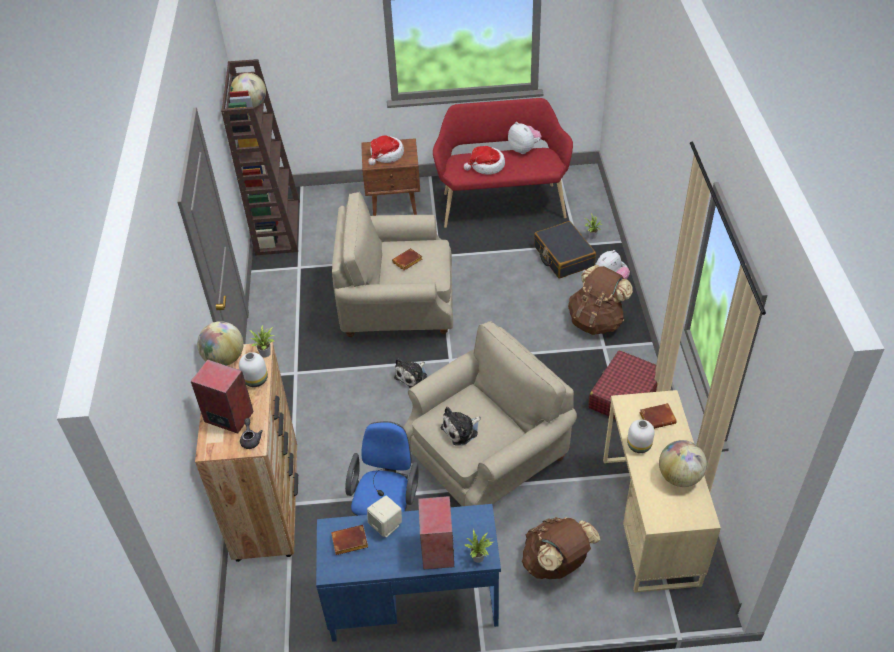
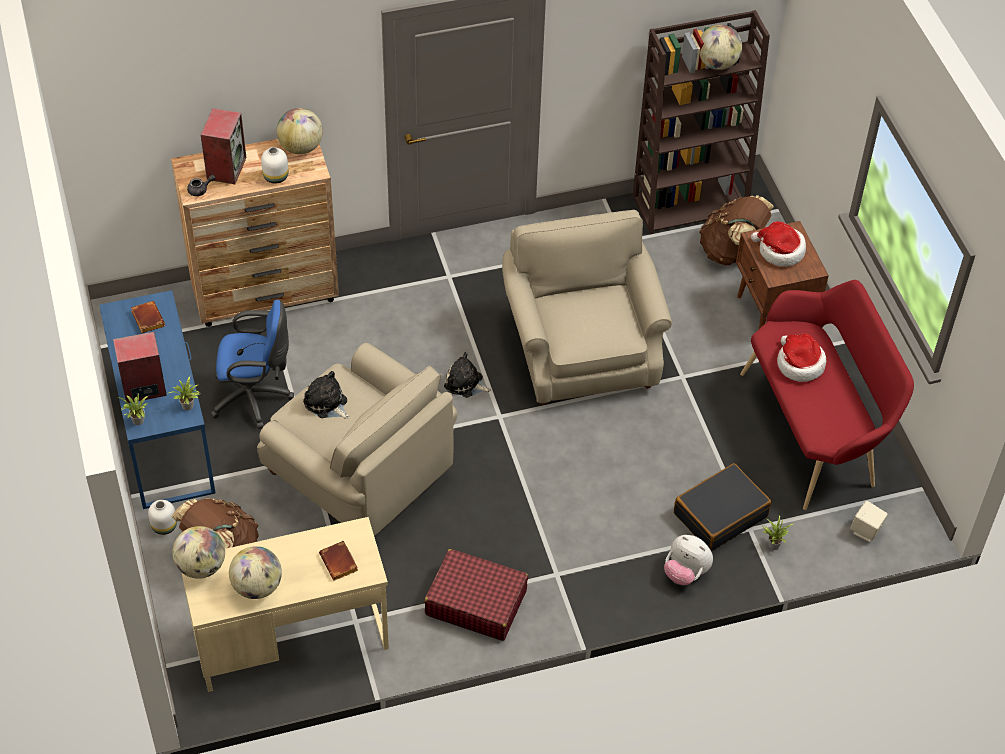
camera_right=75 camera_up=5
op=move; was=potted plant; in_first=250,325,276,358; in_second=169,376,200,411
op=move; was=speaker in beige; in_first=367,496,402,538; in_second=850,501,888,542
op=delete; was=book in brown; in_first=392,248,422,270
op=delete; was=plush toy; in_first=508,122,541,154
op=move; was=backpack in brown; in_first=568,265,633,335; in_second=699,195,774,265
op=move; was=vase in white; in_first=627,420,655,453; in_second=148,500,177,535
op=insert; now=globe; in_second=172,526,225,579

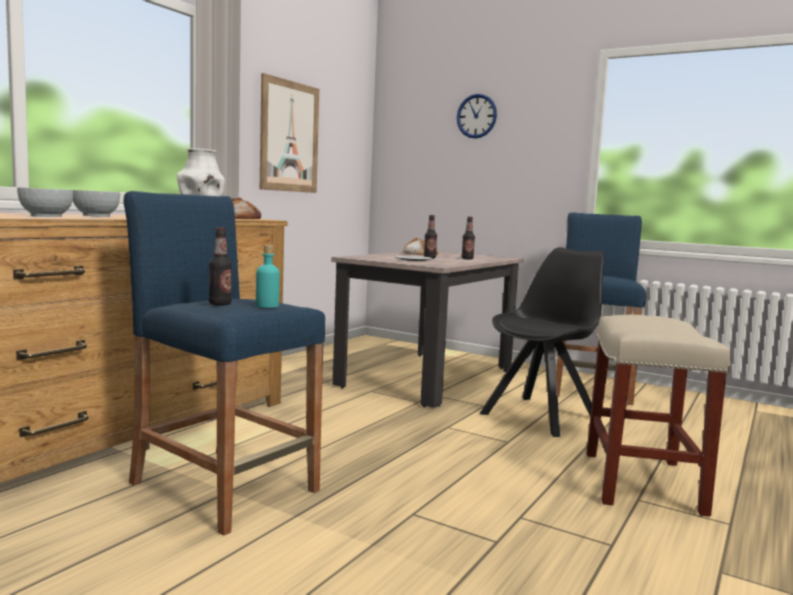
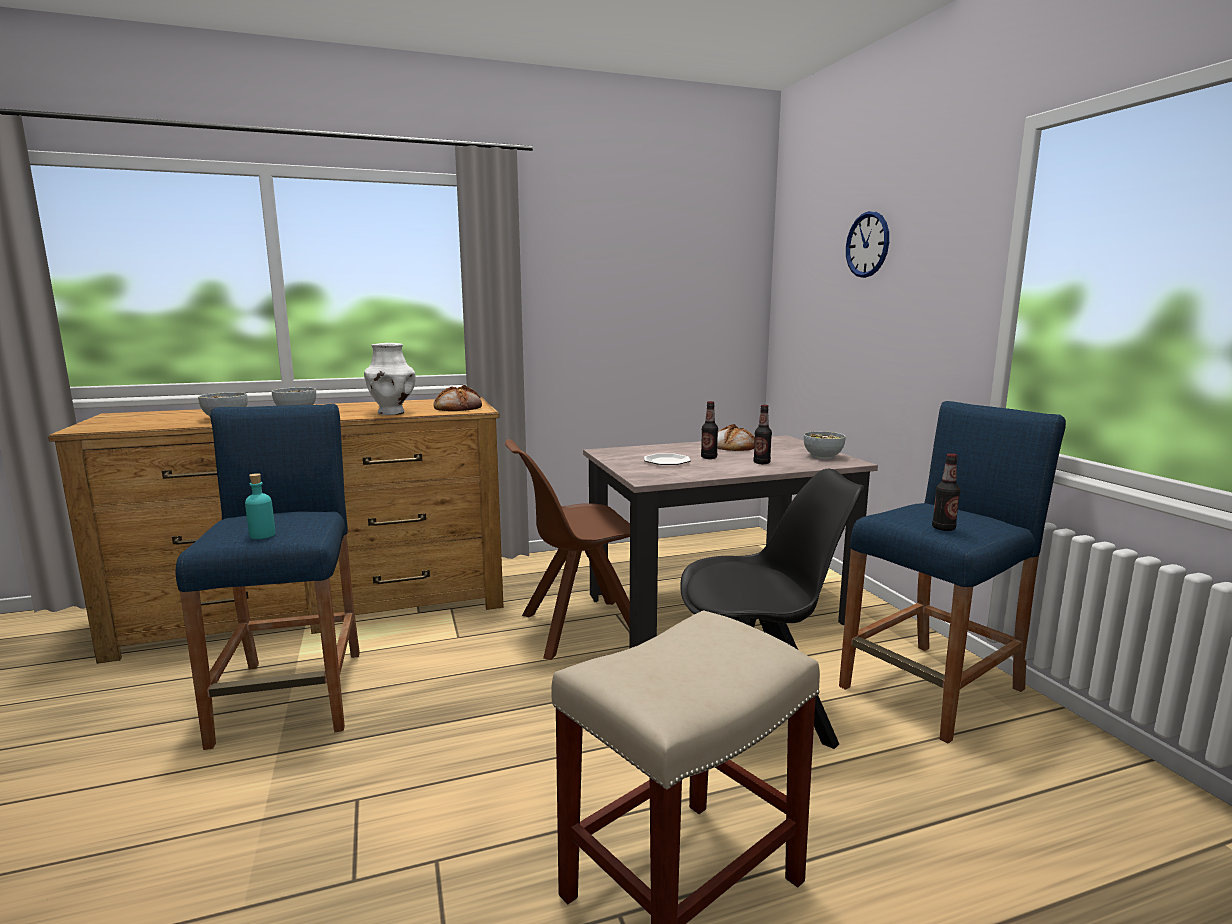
camera_right=40 camera_up=5
op=move; was=bottle; in_first=209,228,232,306; in_second=932,453,960,531
op=delete; was=picture; in_first=260,73,319,193
op=insert; now=chair in brown; in_second=505,439,630,660
op=insert; now=bowl; in_second=804,431,846,459

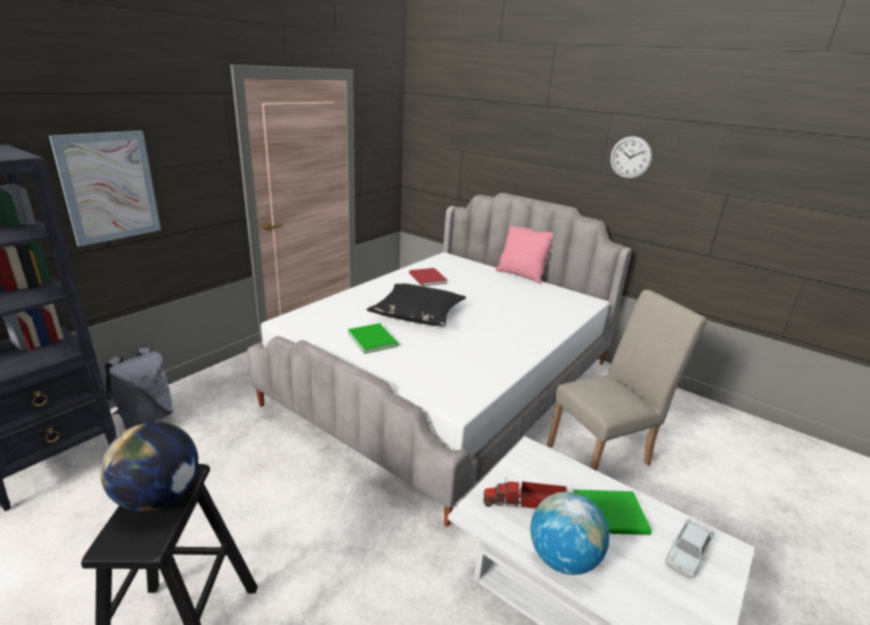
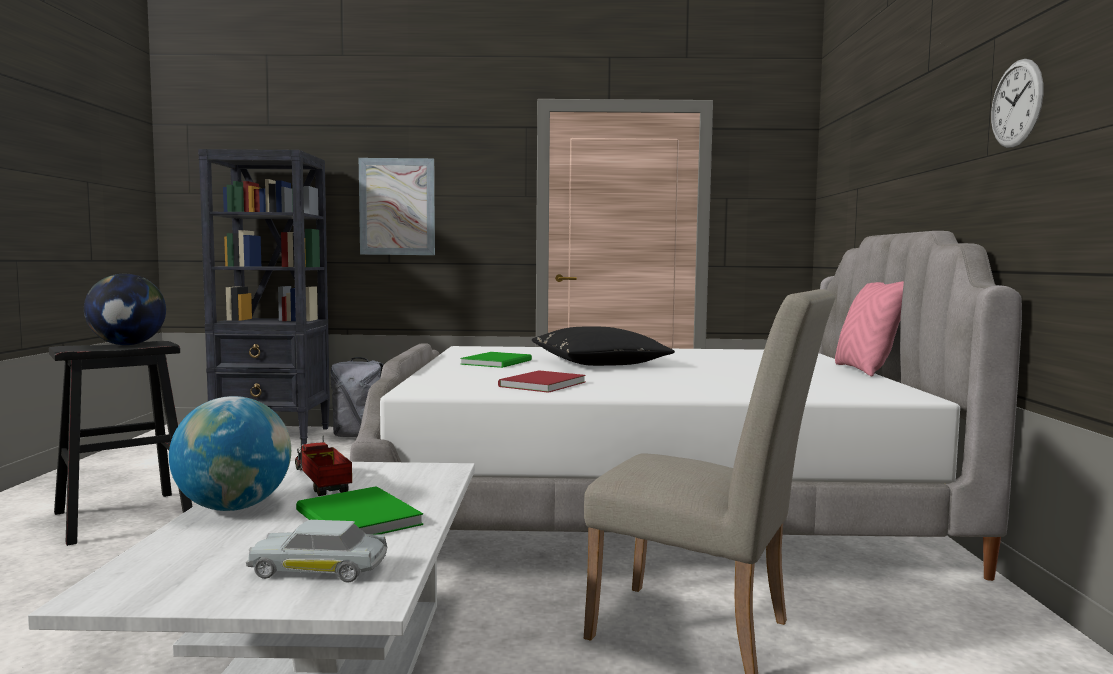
camera_right=55 camera_up=-20
op=move; was=book in red; in_first=409,268,448,286; in_second=498,370,586,393

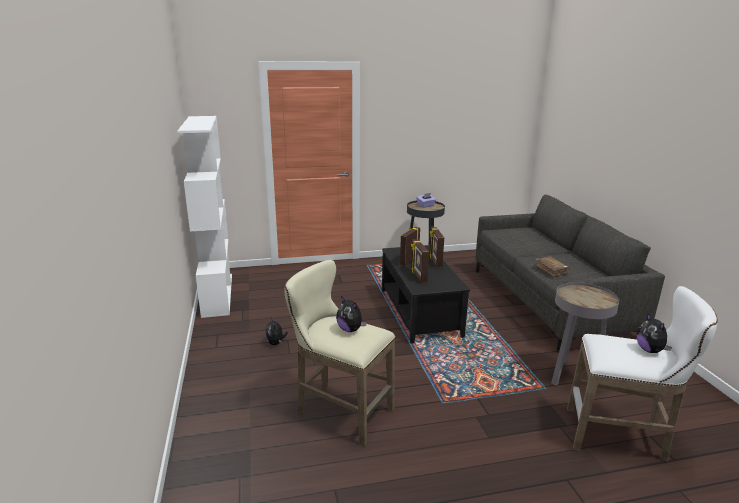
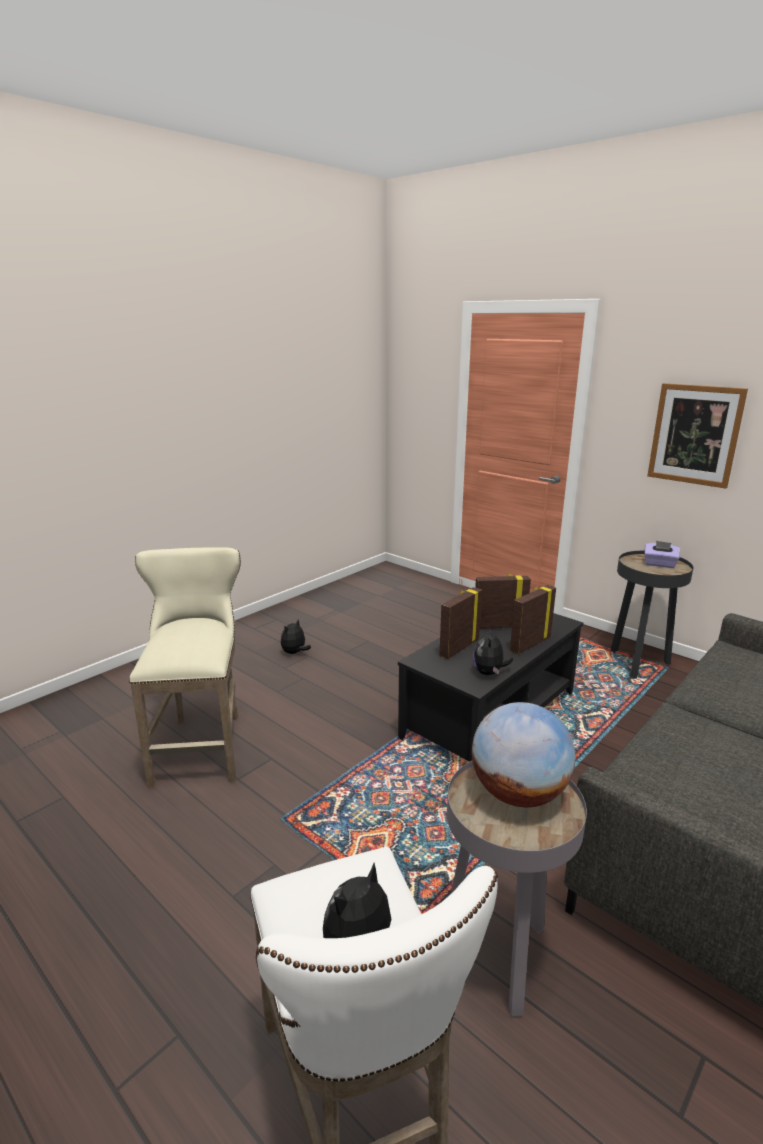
camera_right=55 camera_up=0
op=delete; was=bookcase in white; in_first=177,116,232,318
op=move; was=plush toy; in_first=336,296,367,332; in_second=473,626,513,675
op=delete; was=book in brown; in_first=535,256,570,277
op=insert; now=globe; in_second=472,702,575,807
op=insert; now=picture; in_second=647,383,748,489

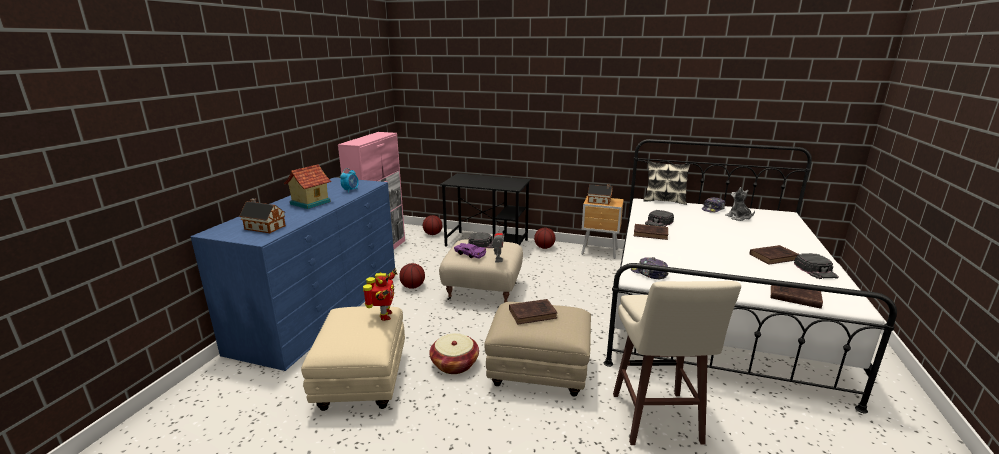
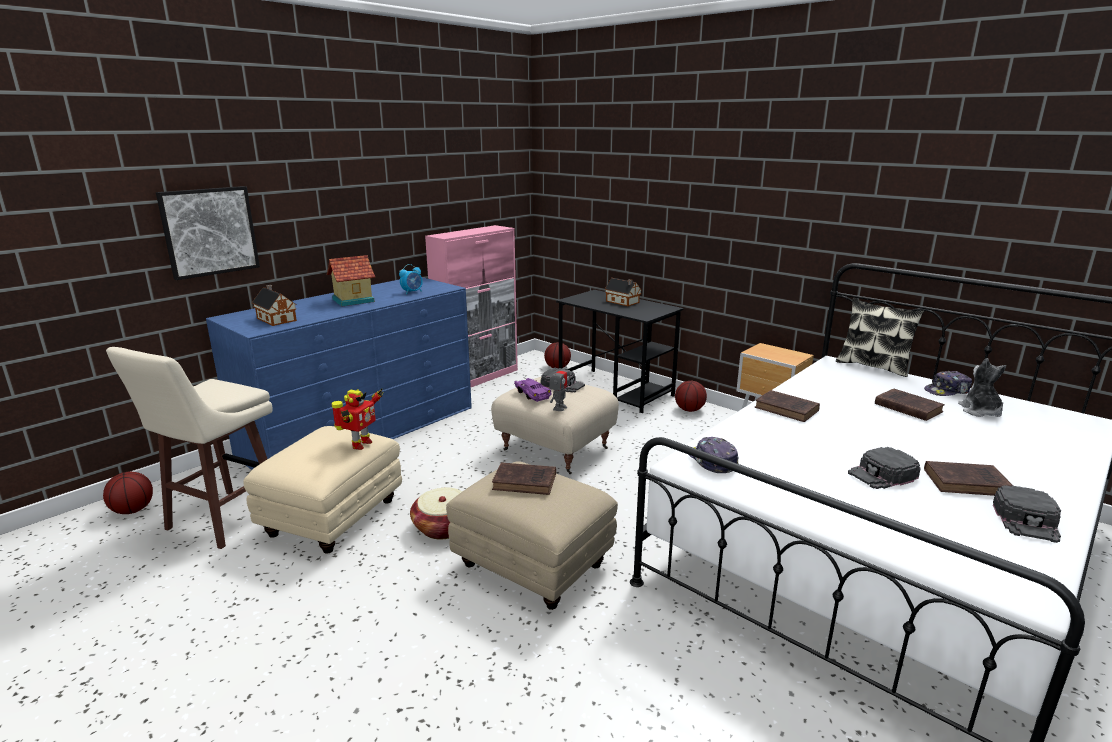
camera_right=25 camera_up=0
op=move; was=basketball; in_first=399,263,425,289; in_second=103,472,153,514
op=move; was=toy house; in_first=588,184,613,205; in_second=605,278,642,306
op=move; was=stool in beige; in_first=613,281,741,445; in_second=106,347,272,549
op=move; was=cap in black; in_first=645,210,674,227; in_second=848,447,921,489
op=move; was=book in brown; in_first=771,285,823,309; in_second=875,389,945,421
op=insert; now=picture; in_second=156,186,260,280

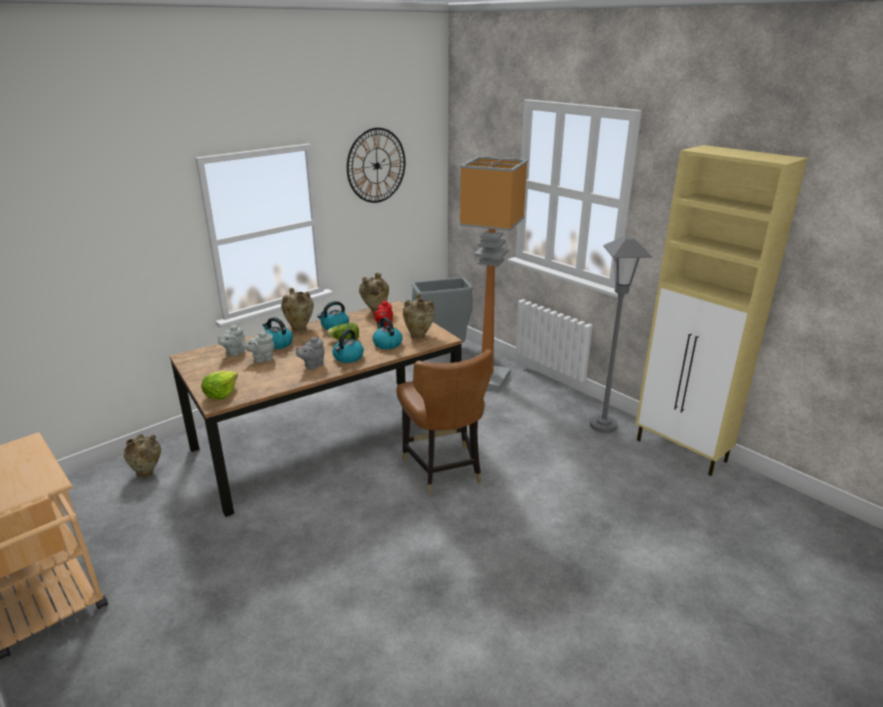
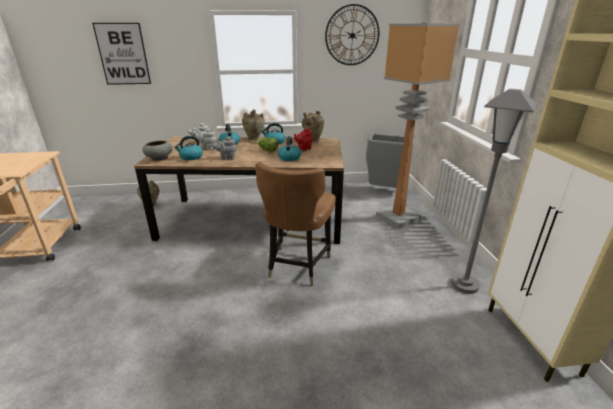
camera_right=35 camera_up=0
op=replace; was=lettuce; now=bowl in grey; in_first=201,371,238,399; in_second=143,140,172,161
op=move; was=kettle; in_first=332,329,364,363; in_second=174,136,203,160
op=delete; was=vase in beige; in_first=403,294,435,339
op=insert; now=picture; in_second=92,23,151,85

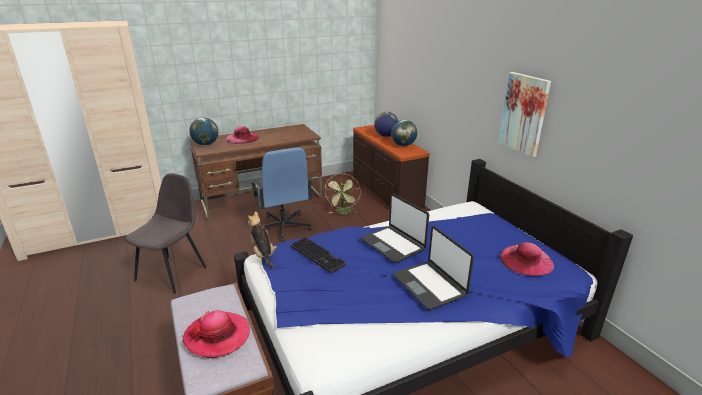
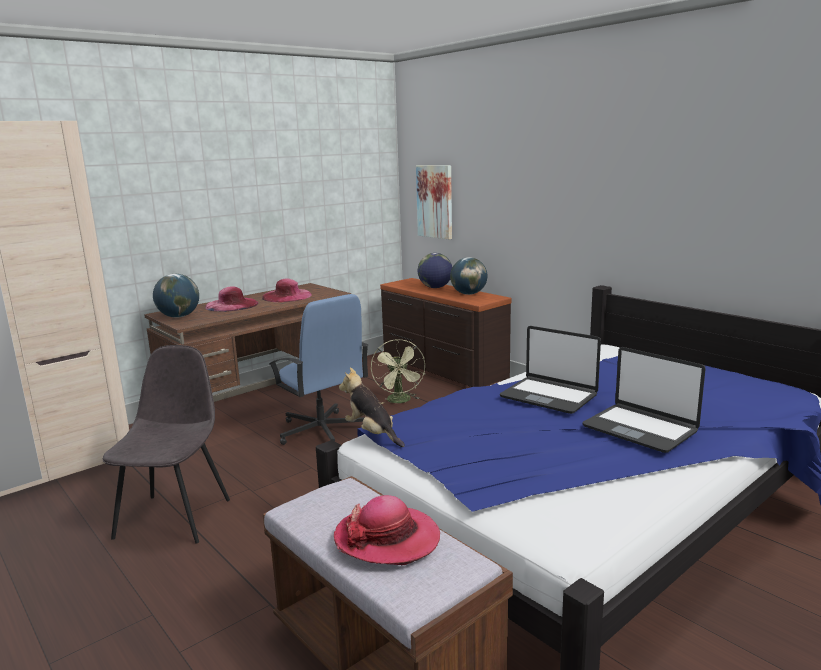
camera_right=-15 camera_up=-10
op=delete; was=keyboard; in_first=291,237,346,273
op=move; was=picture; in_first=498,72,551,157; in_second=416,165,452,239
op=move; was=hat in pink; in_first=500,242,554,276; in_second=262,279,312,302

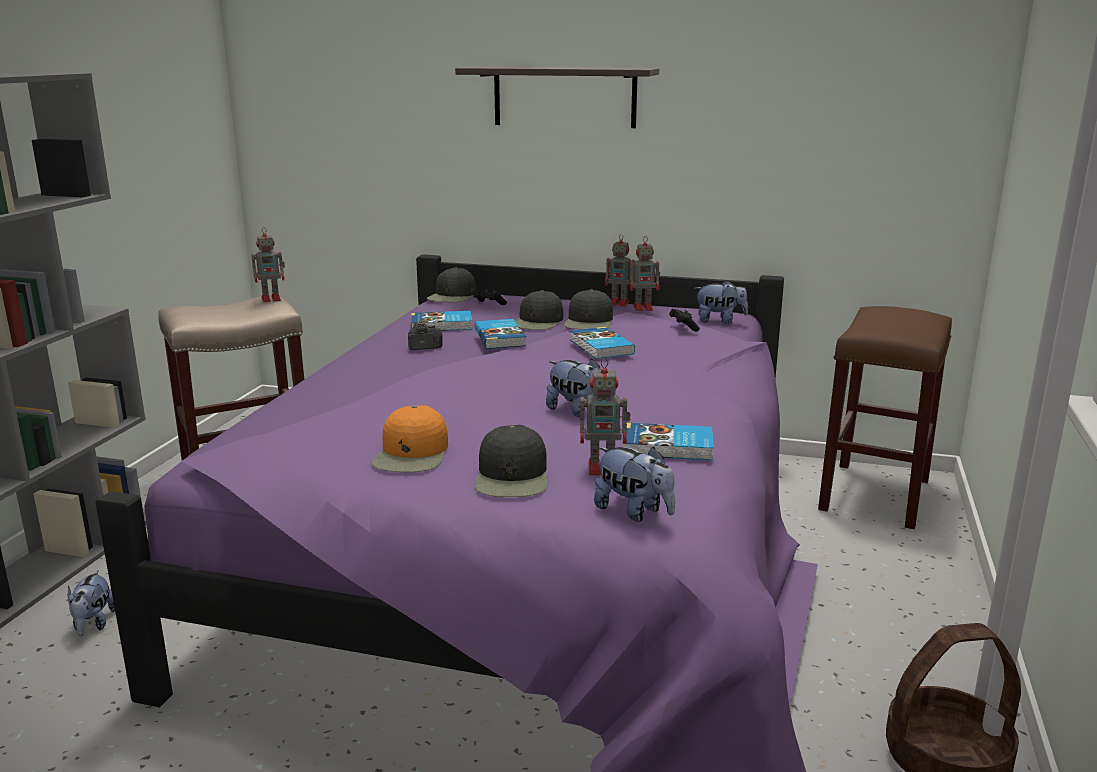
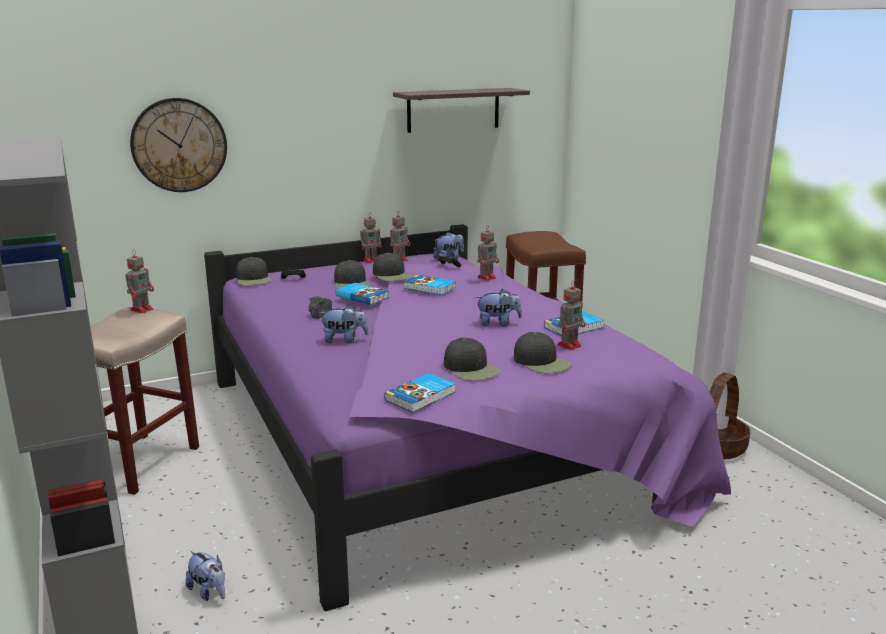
camera_right=-40 camera_up=0
op=recolor; was=cap in orange; now=cap in black; in_first=372,405,448,472; in_second=444,337,500,381
op=move; was=book; in_first=411,311,473,331; in_second=384,373,456,413
op=move; was=shelf; in_first=455,67,659,128; in_second=393,88,530,133
op=move; was=plush toy; in_first=594,447,675,522; in_second=320,305,369,343
op=insert; now=wall clock; in_second=130,98,227,192
op=insert; now=toy robot; in_second=477,225,499,281

